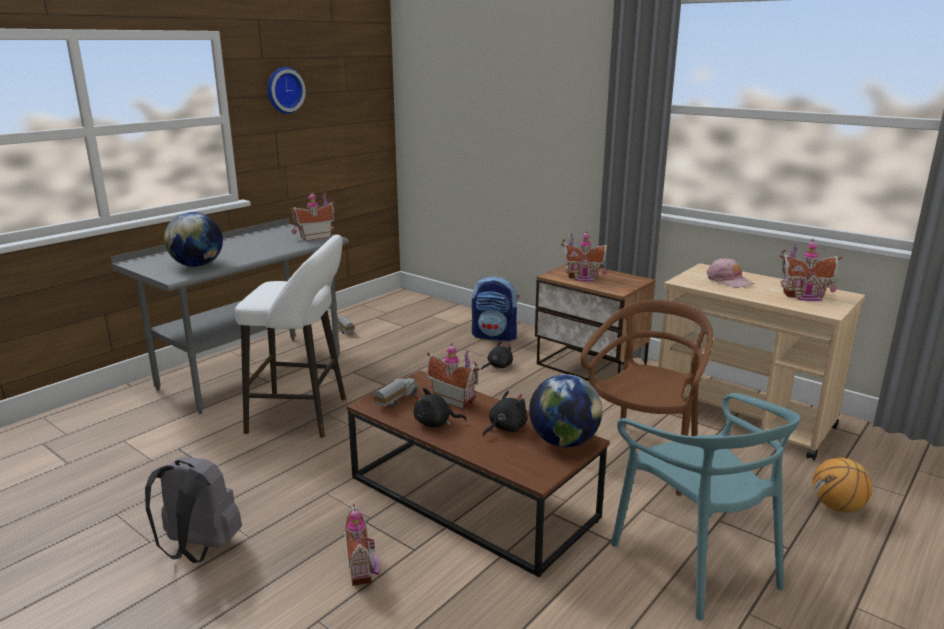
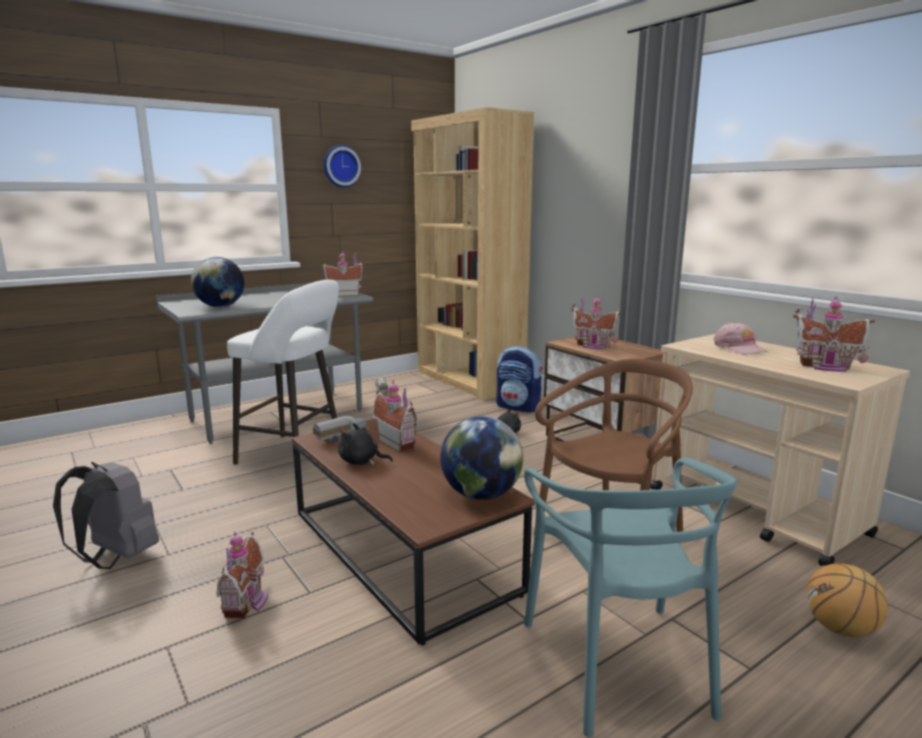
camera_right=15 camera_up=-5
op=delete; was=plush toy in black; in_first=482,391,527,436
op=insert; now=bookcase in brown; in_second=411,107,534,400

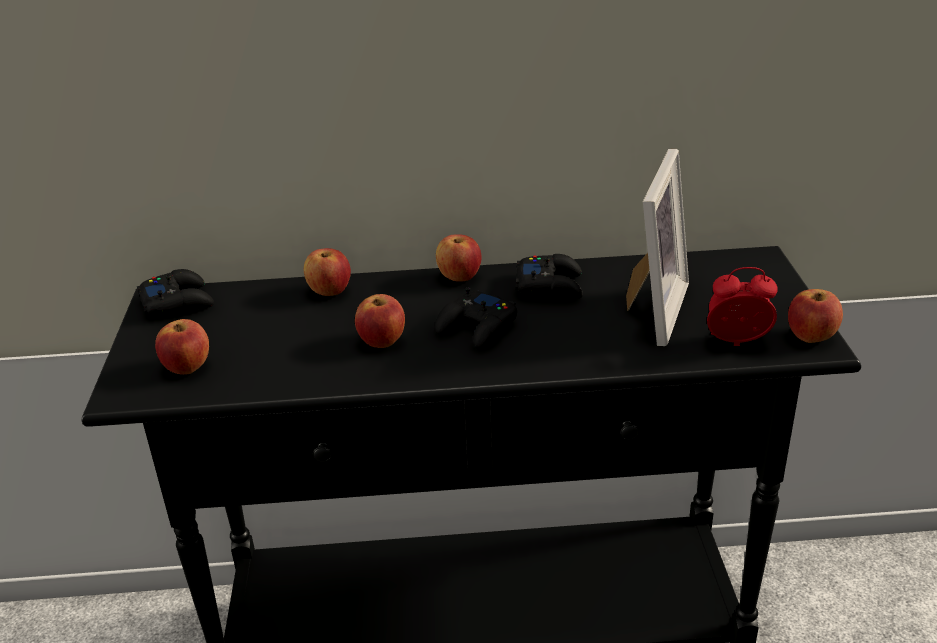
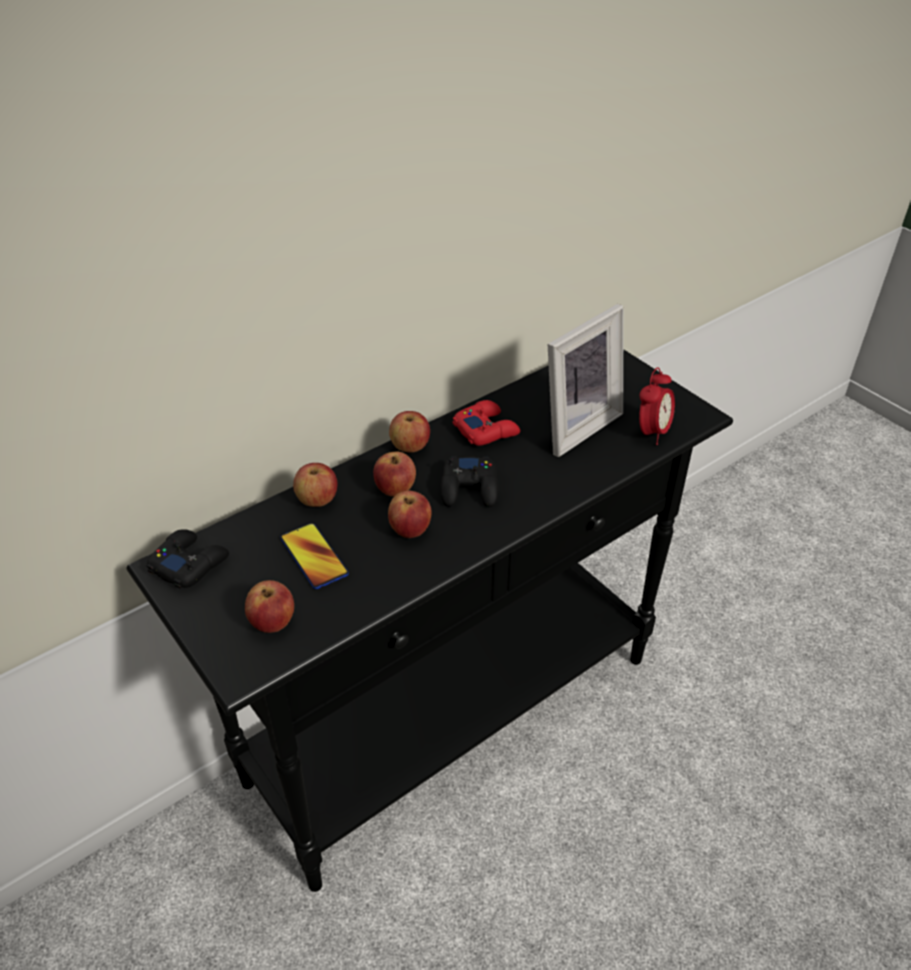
camera_right=-35 camera_up=10
op=recolor; was=game controller in black; now=game controller in red; in_first=516,254,583,299; in_second=453,400,520,446
op=rotate; was=picture frame; in_first=626,149,689,346; in_second=548,304,624,457; clockwise=60
op=rotate; was=alarm clock; in_first=707,267,778,346; in_second=639,367,675,445; clockwise=150
op=move; was=apple; in_first=788,289,843,343; in_second=373,452,416,497
op=insert; now=phone; in_second=280,523,349,589

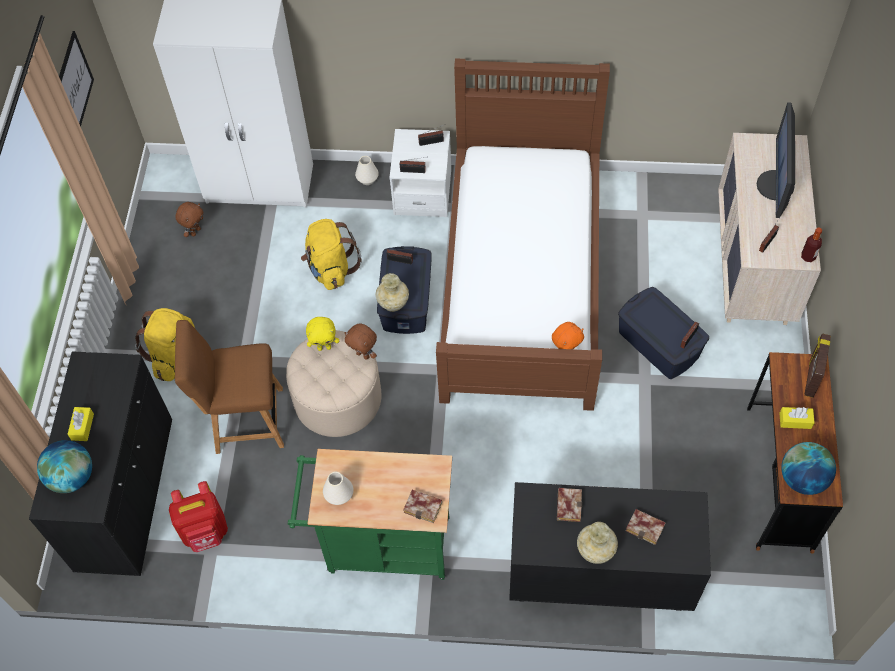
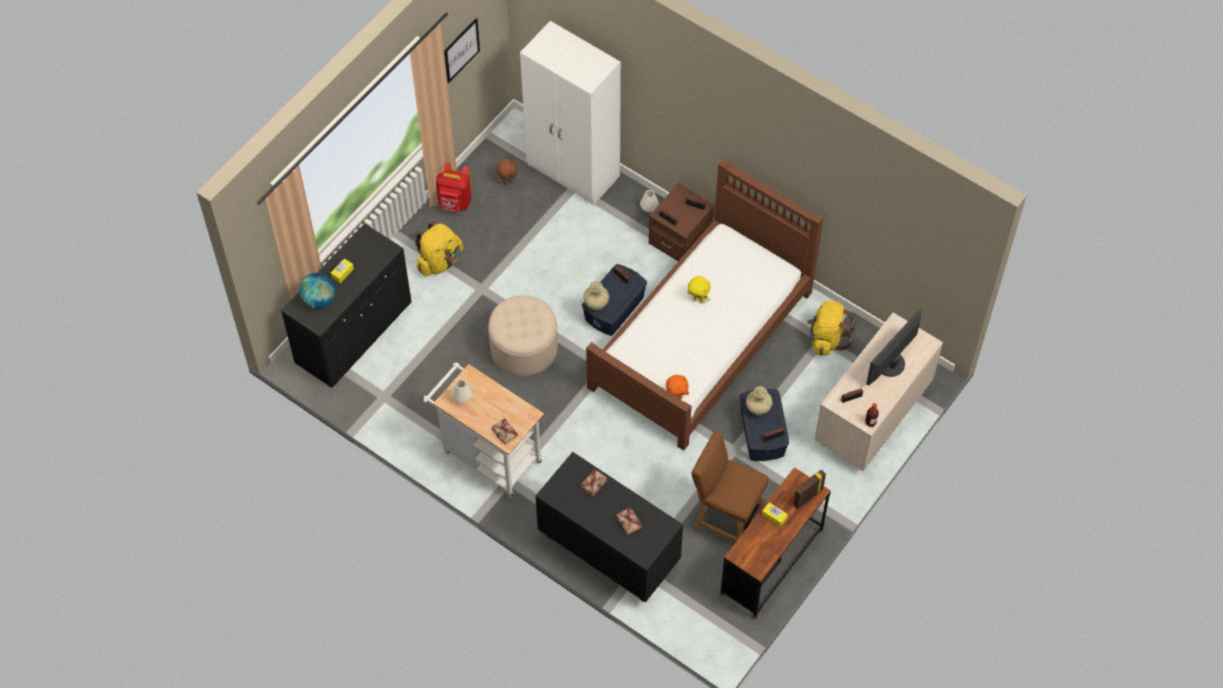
camera_right=30 camera_up=0
op=move; was=backpack in red; in_first=169,481,228,553; in_second=436,163,471,212
op=move; was=chair in brown; in_first=175,320,284,454; in_second=691,431,768,541
op=recolor; was=cart in green; now=cart in white; in_first=288,449,452,580; in_second=423,363,544,497
op=move; was=backpack in yellow; in_first=301,219,362,290; in_second=807,301,855,356
op=move; was=plush toy in yellow; in_first=306,317,339,351; in_second=687,276,711,303
op=delete; was=plush toy in brown; in_first=344,324,377,360
op=recolor; was=nightstand in white; now=nightstand in brown; in_first=390,129,451,217; in_second=649,183,715,261
op=move; was=vase in beige; in_first=577,522,618,564; in_second=746,386,772,415
op=delete; was=globe; in_first=781,442,836,495

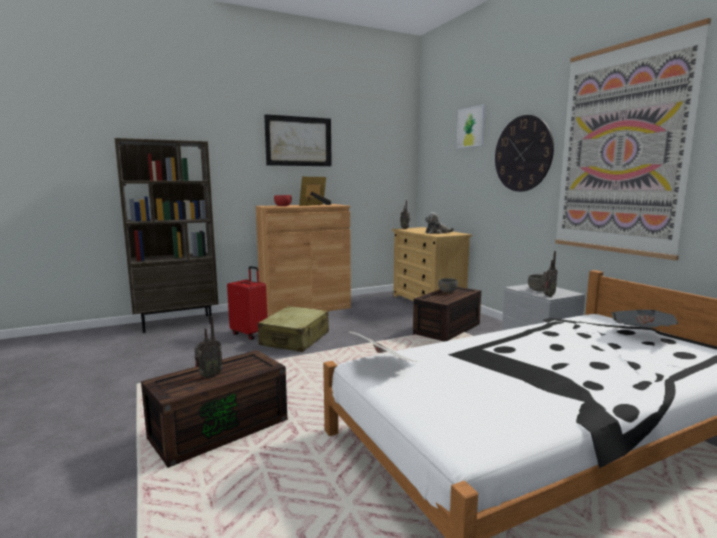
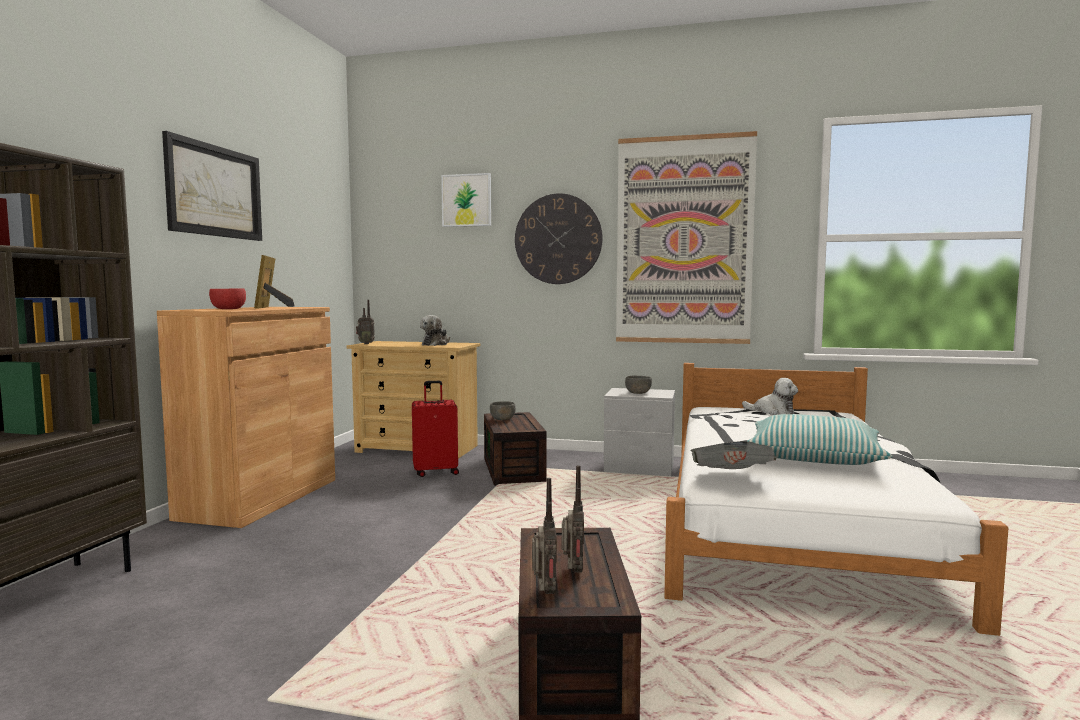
camera_right=-50 camera_up=-5
op=move; was=suitcase in red; in_first=227,266,267,340; in_second=412,381,459,477
op=delete; was=suitcase in beige; in_first=258,306,329,352
op=move; was=radio; in_first=541,251,558,297; in_second=532,478,557,594
op=replace; was=newspaper; now=plush toy; in_first=611,310,678,328; in_second=742,378,798,415
op=insert; now=pillow; in_second=748,414,892,465

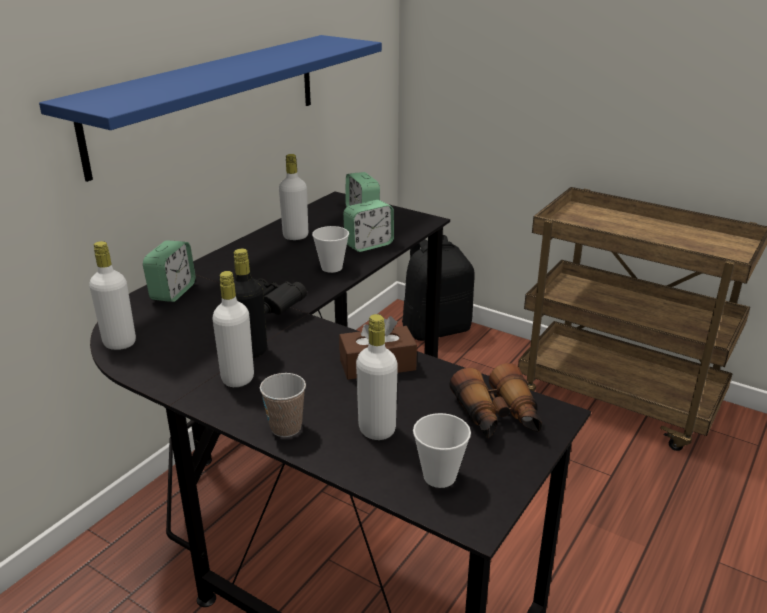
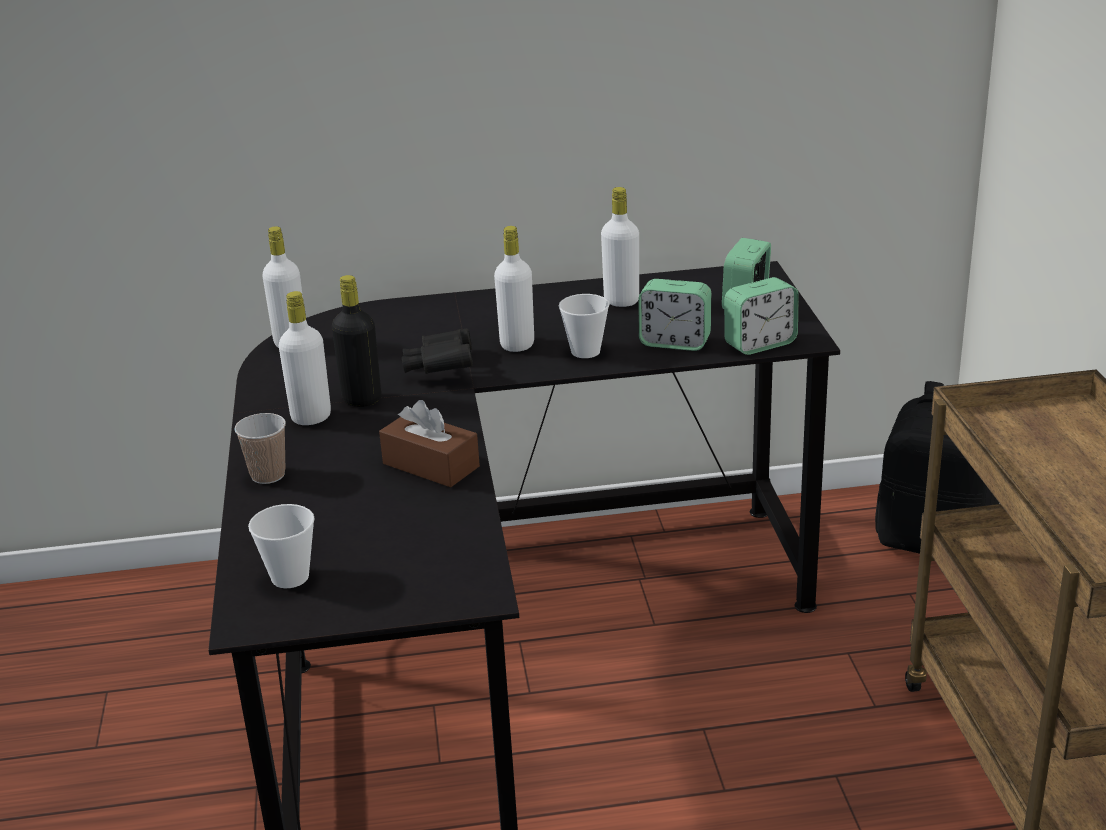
camera_right=50 camera_up=0
op=delete; was=shelf in blue; in_first=39,35,382,182
op=move; was=alarm clock; in_first=143,240,196,302; in_second=724,277,799,355
op=move; was=bottle in white; in_first=356,314,398,440; in_second=494,226,534,352
op=delete; was=binoculars; in_first=450,363,542,438

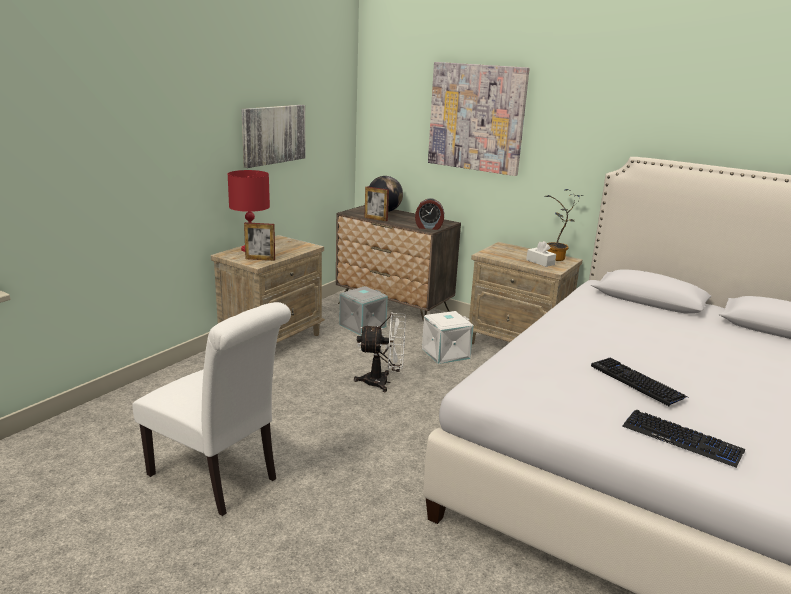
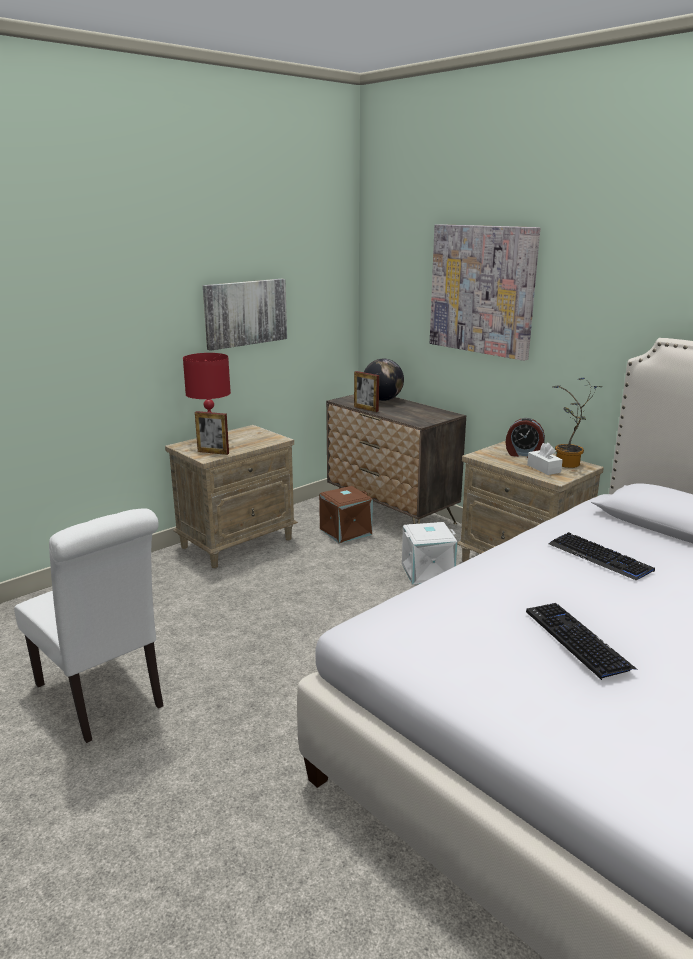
camera_right=15 camera_up=0
op=recolor; was=storage box in grey; now=storage box in brown; in_first=339,286,388,335; in_second=319,486,373,543
op=delete; was=fan in white; in_first=354,312,406,392
op=move; was=alarm clock; in_first=415,198,444,230; in_second=506,418,545,458
op=move; was=keyboard; in_first=622,410,745,468; in_second=549,532,655,580

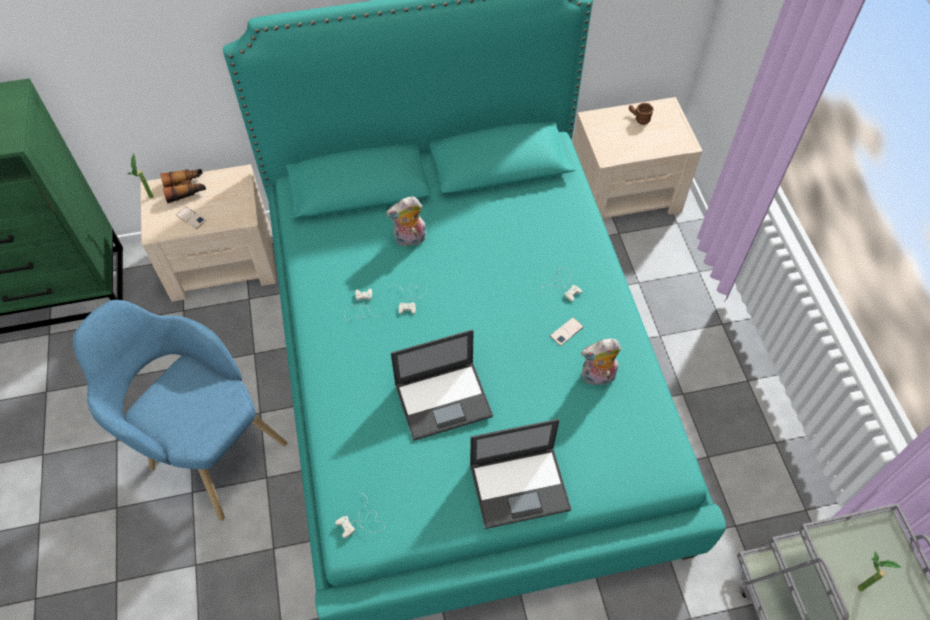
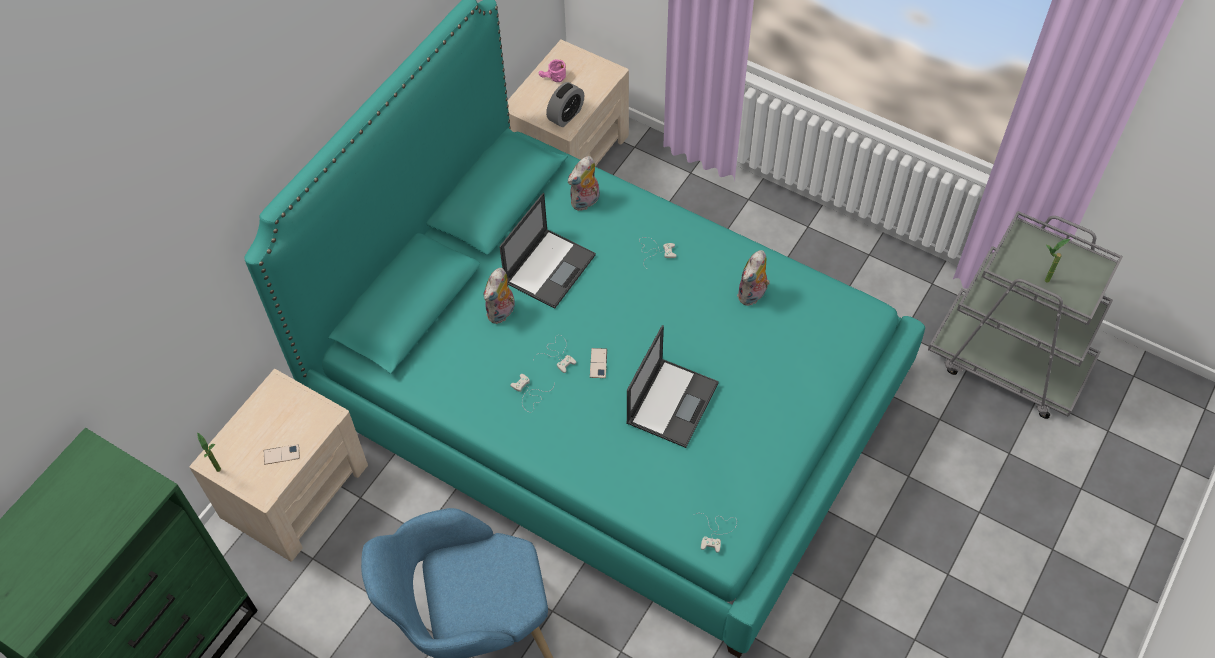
camera_right=-45 camera_up=0
op=delete; was=binoculars; in_first=160,169,206,203
op=move; was=laptop; in_first=470,419,571,529; in_second=499,193,596,309
op=move; was=phone; in_first=550,317,584,346; in_second=590,348,607,378
op=recolor; was=mug in brown; now=mug in pink; in_first=629,103,654,125; in_second=539,59,566,82
op=insert; now=alarm clock; in_second=546,82,584,127
op=insert; now=plush toy; in_second=568,156,600,211

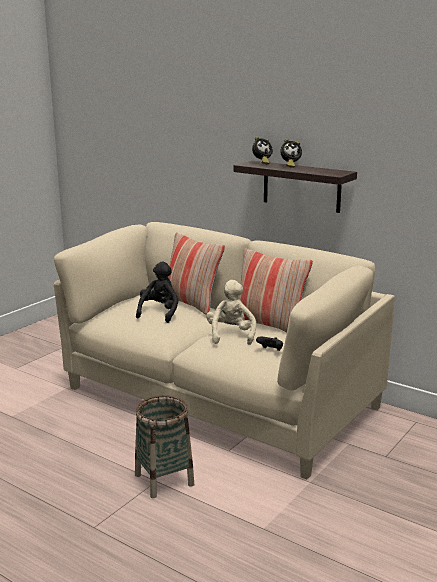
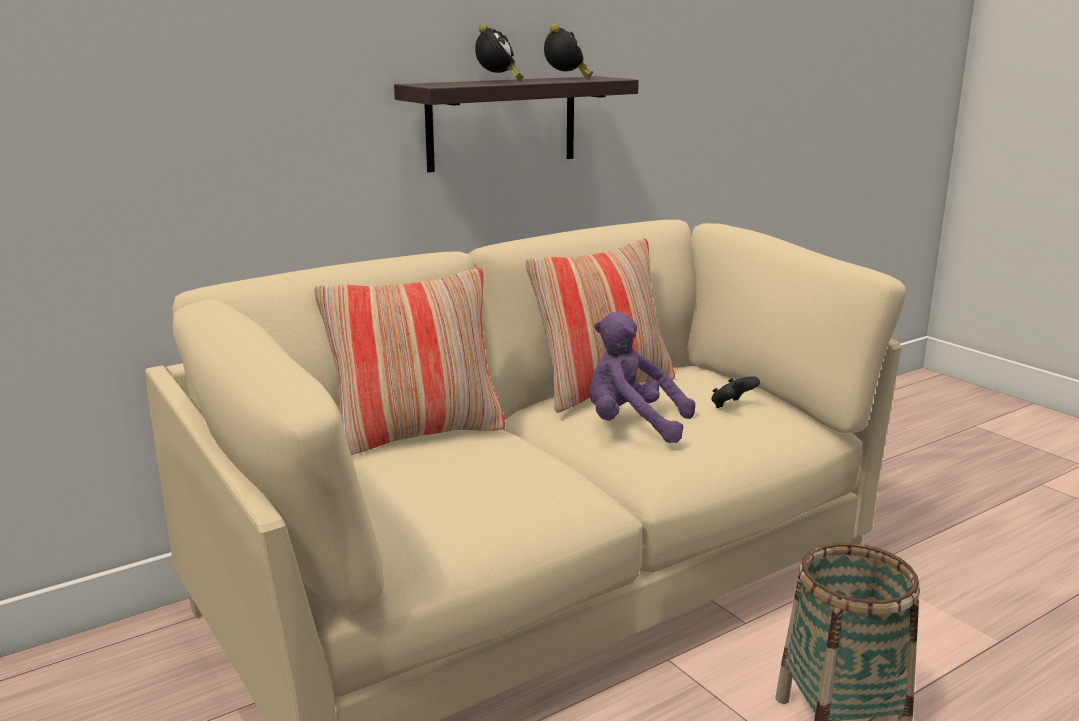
camera_right=-70 camera_up=0
op=delete; was=plush toy in black; in_first=136,262,179,323
op=recolor; was=plush toy in beige; now=plush toy in purple; in_first=206,280,256,345; in_second=589,312,695,443
op=move; was=alarm clock; in_first=252,136,273,165; in_second=544,23,593,79

